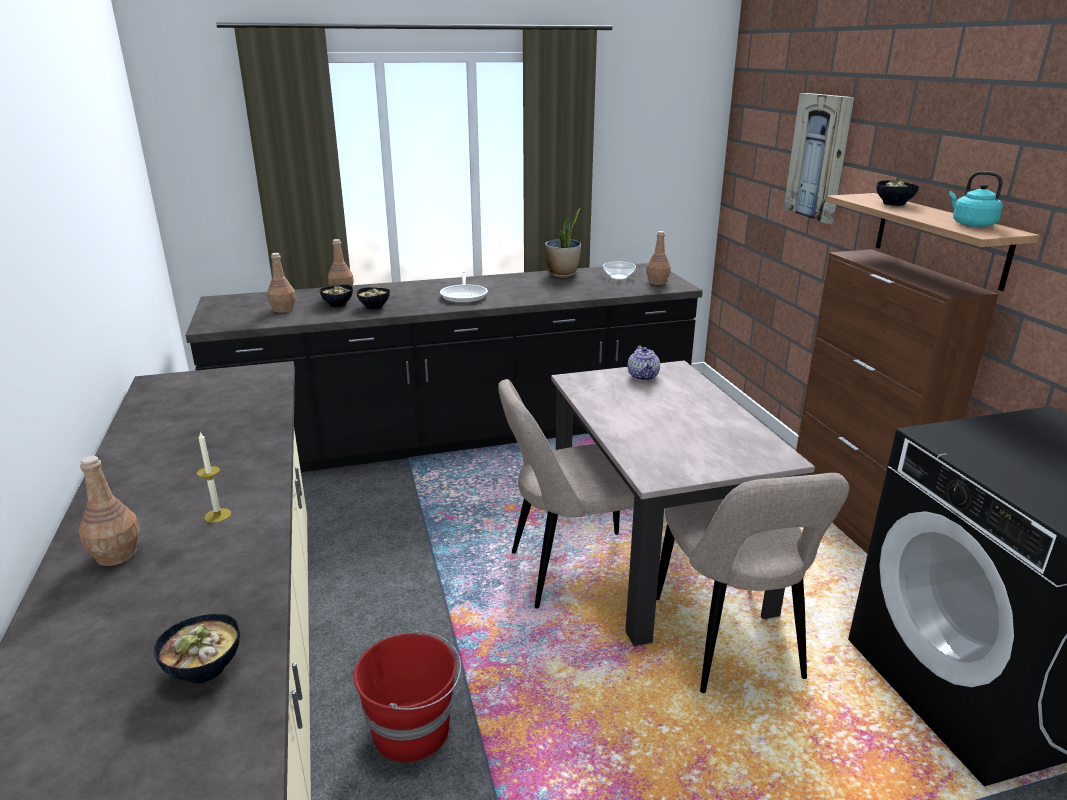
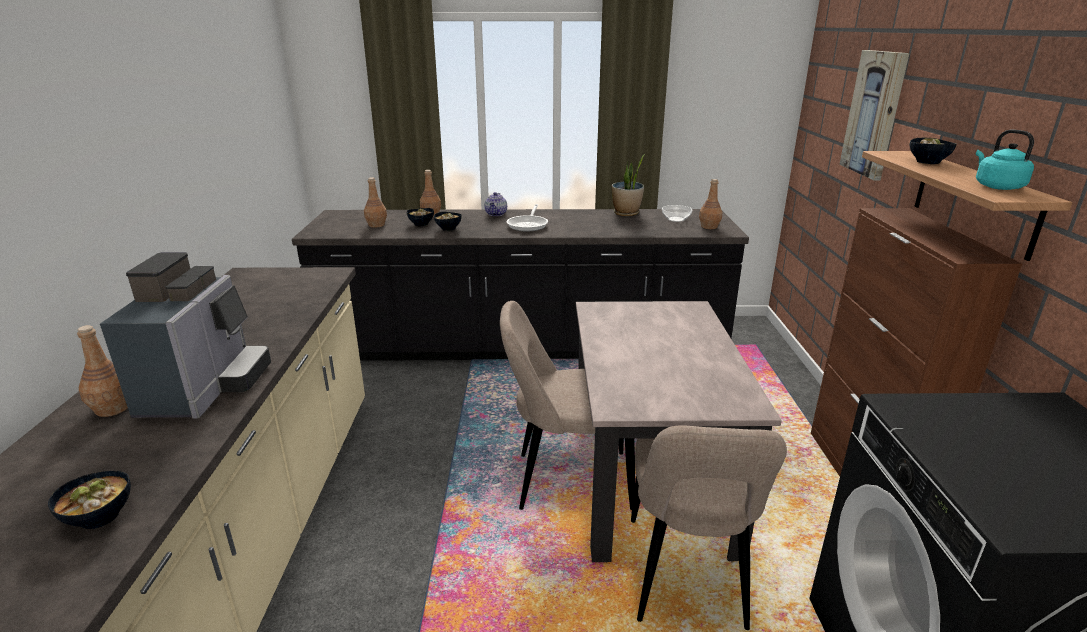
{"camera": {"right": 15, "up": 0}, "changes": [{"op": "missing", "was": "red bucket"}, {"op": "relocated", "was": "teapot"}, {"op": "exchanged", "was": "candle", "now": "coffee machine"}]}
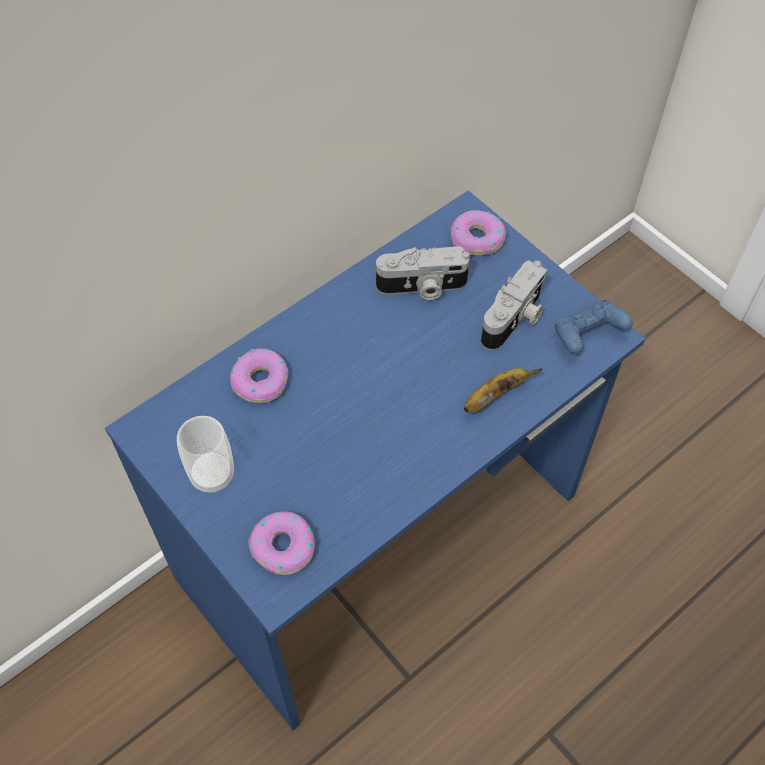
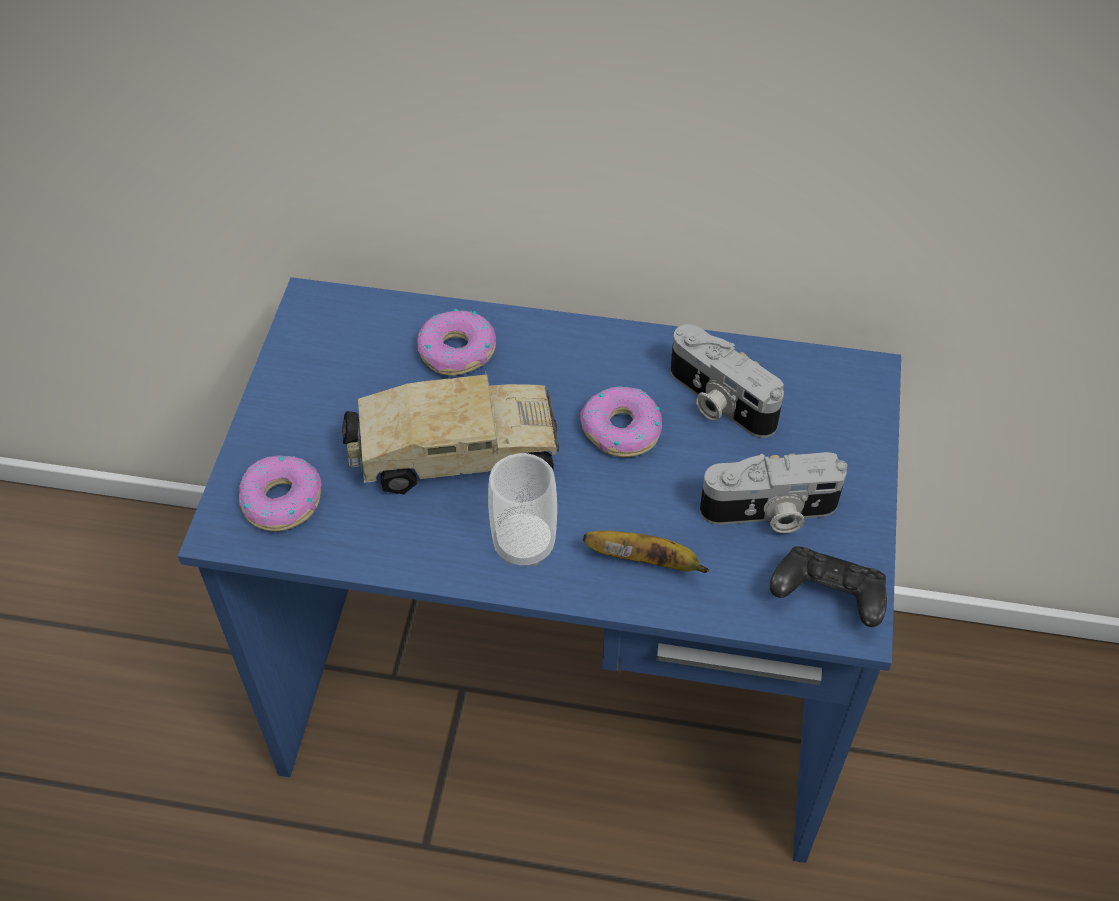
{"camera": {"right": 50, "up": -5}, "changes": [{"op": "appeared", "now": "toy truck"}, {"op": "relocated", "was": "cup"}, {"op": "relocated", "was": "donut (no. 3 from left)"}, {"op": "colour", "was": "blue game controller", "now": "black game controller"}]}
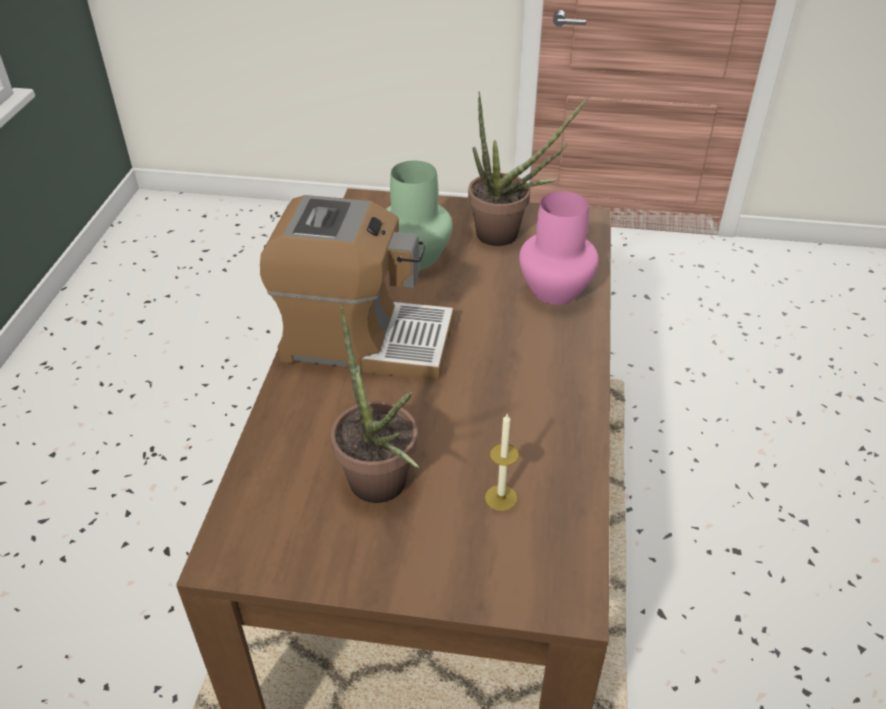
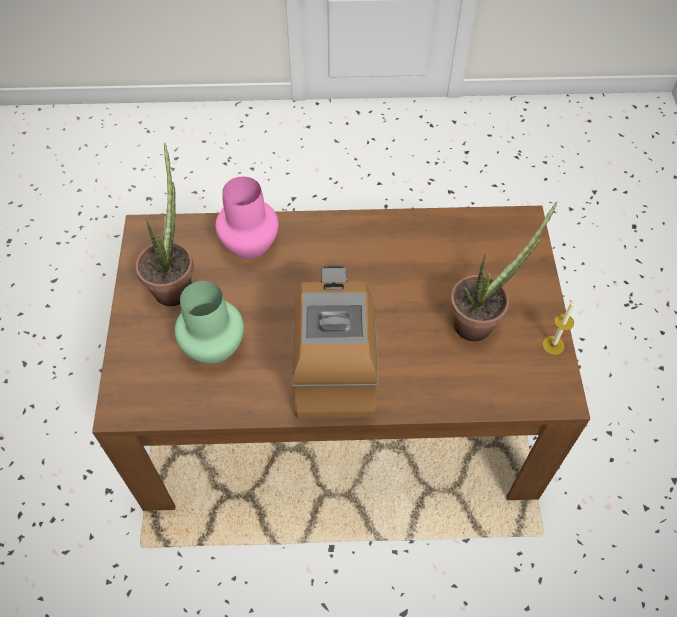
{"camera": {"right": -100, "up": 15}, "changes": [{"op": "relocated", "was": "candle"}]}
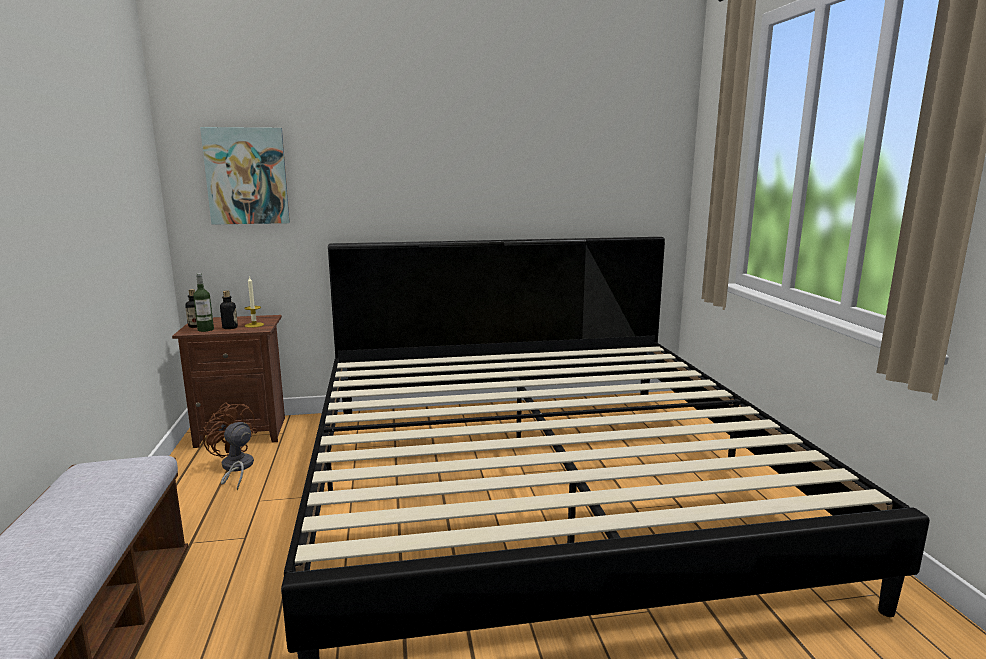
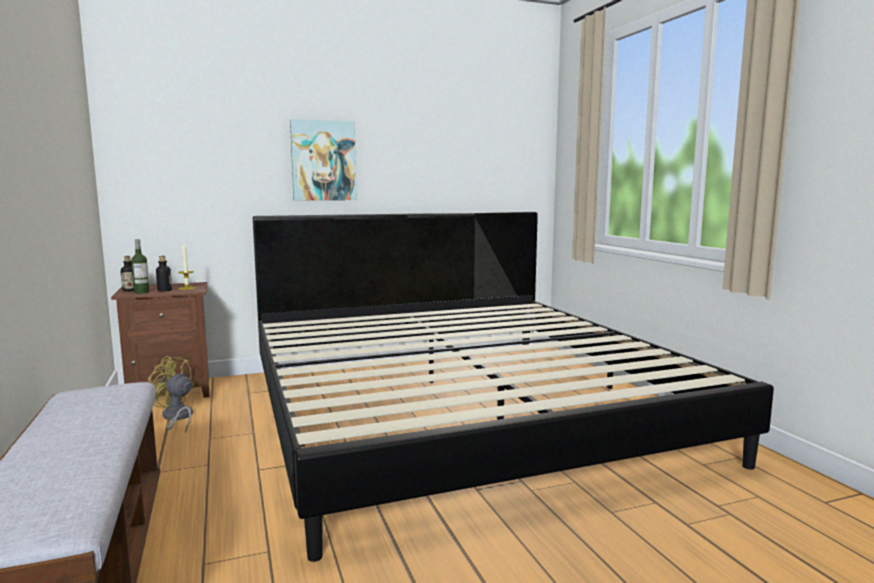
{"camera": {"right": -10, "up": -5}, "changes": [{"op": "relocated", "was": "picture"}, {"op": "colour", "was": "brown fan", "now": "yellow fan"}]}
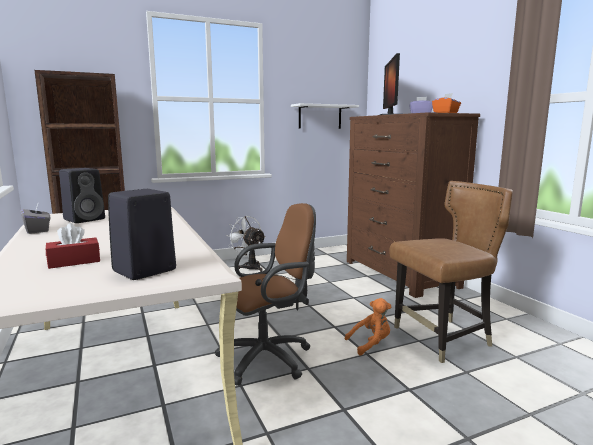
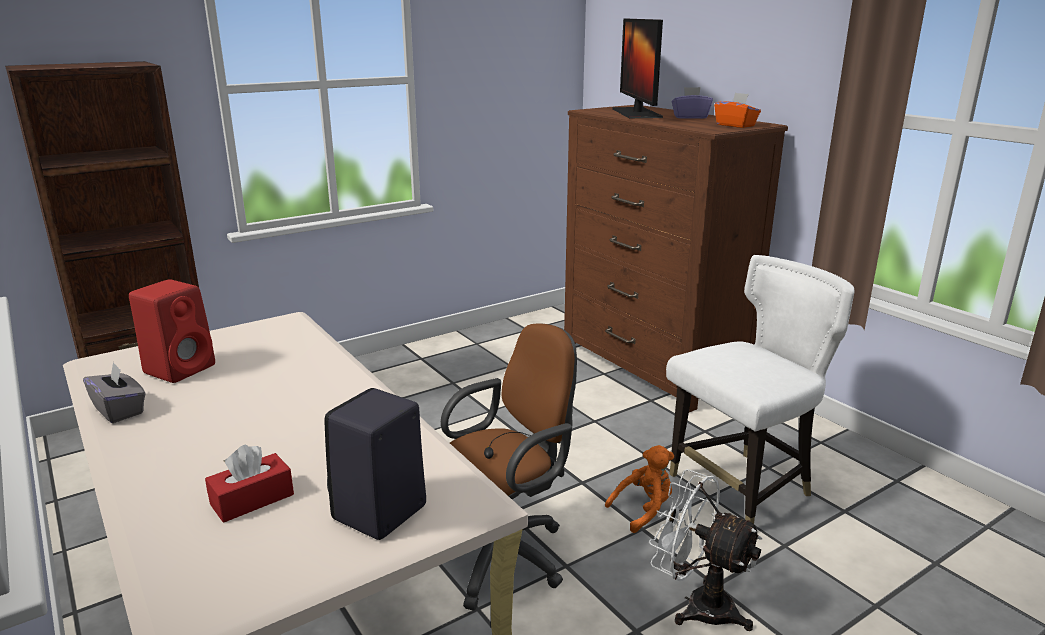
{"camera": {"right": -10, "up": 10}, "changes": [{"op": "missing", "was": "white shelf"}, {"op": "relocated", "was": "white fan"}, {"op": "colour", "was": "black speaker (no. 1 from left)", "now": "red speaker"}, {"op": "colour", "was": "brown chair", "now": "white chair"}]}
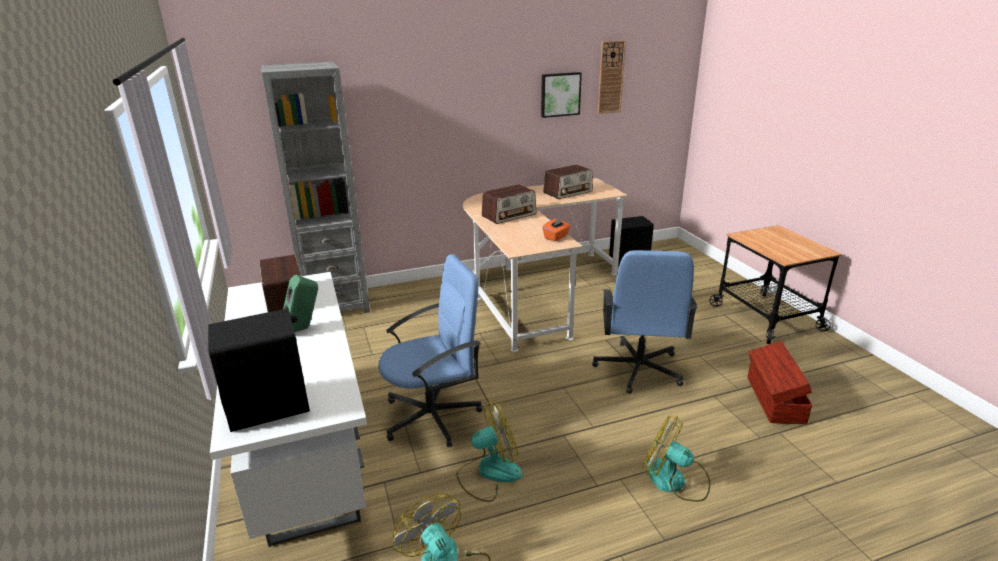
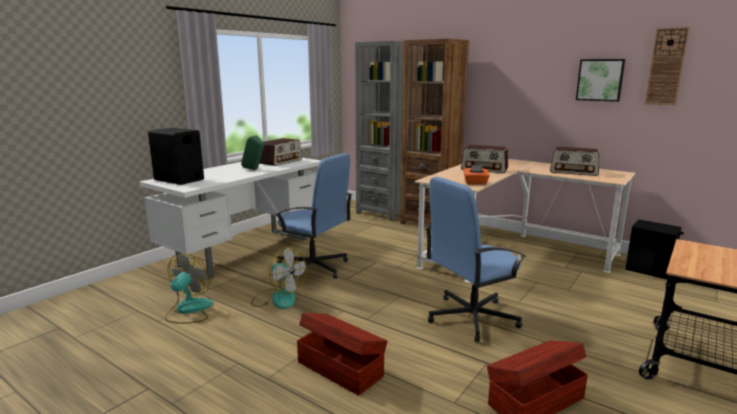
{"camera": {"right": 55, "up": -10}, "changes": [{"op": "appeared", "now": "brown bookcase"}, {"op": "exchanged", "was": "fan (no. 3 from left)", "now": "brown storage box (no. 1 from left)"}]}
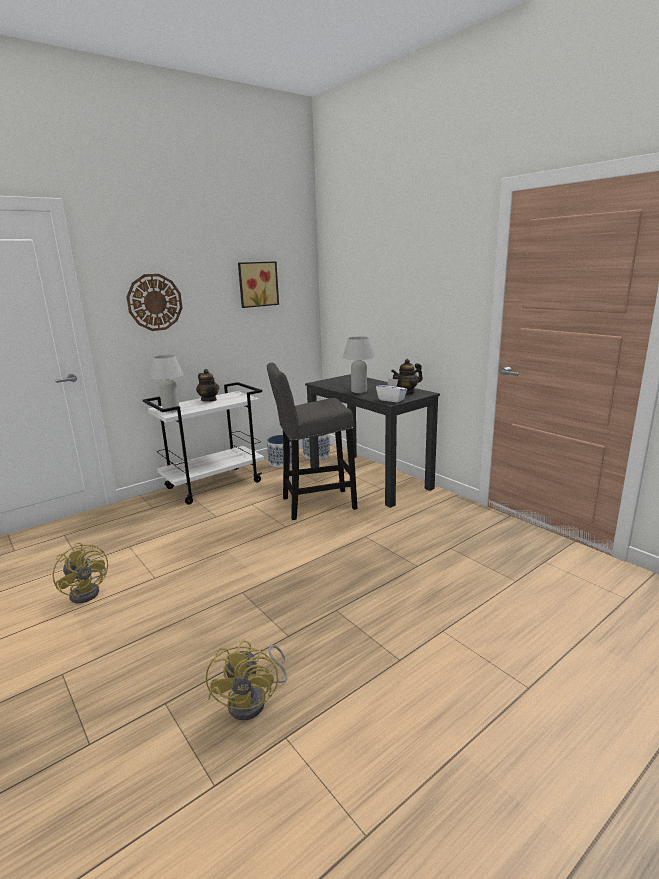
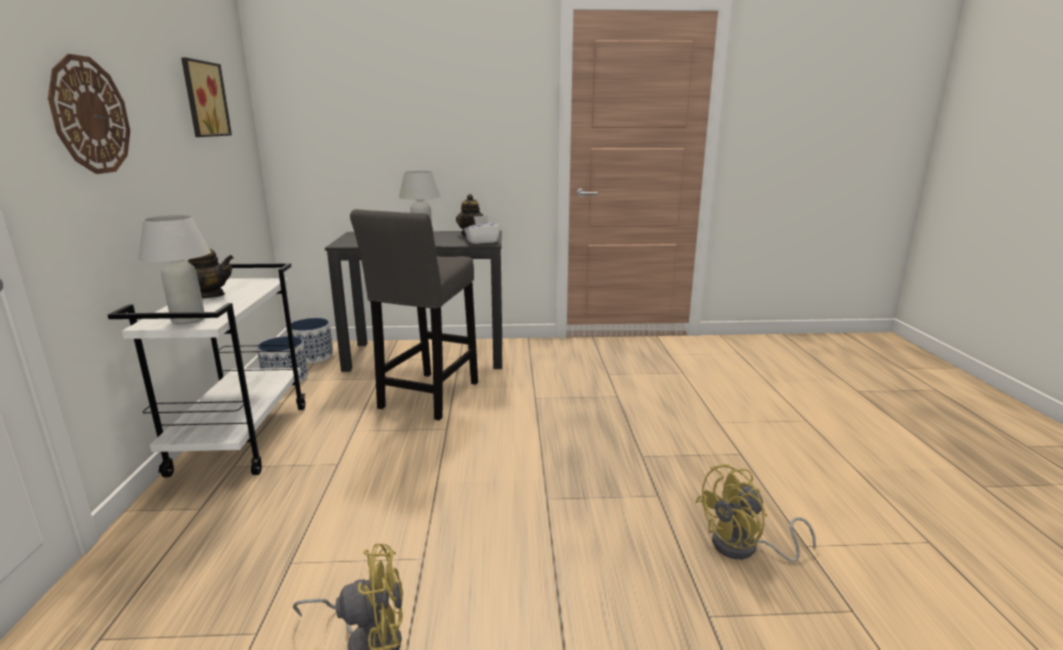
{"camera": {"right": -55, "up": 0}, "changes": [{"op": "spun", "was": "yellow fan (no. 2 from left)", "clockwise": 120}]}
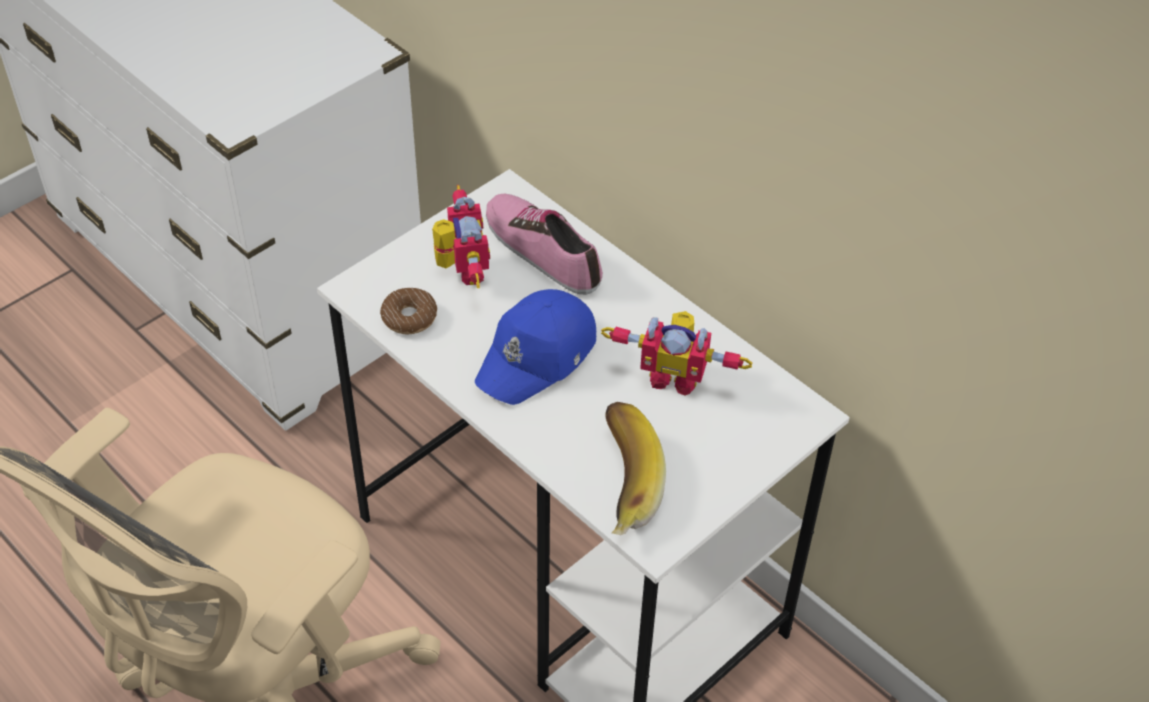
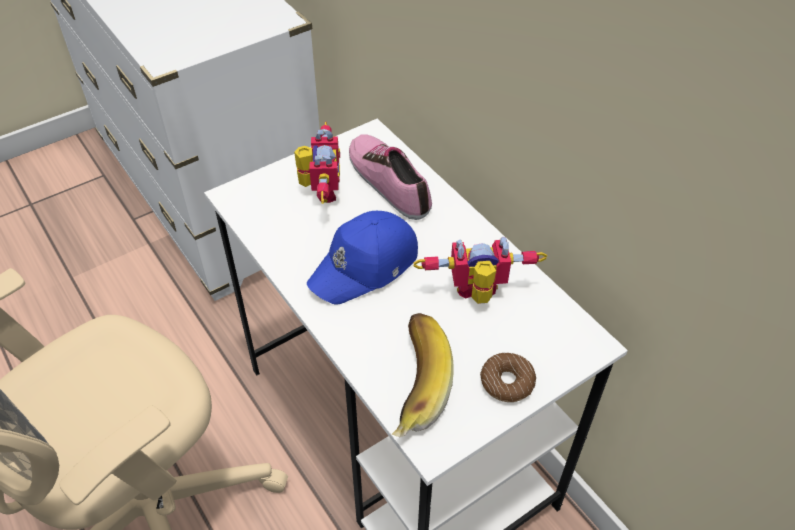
{"camera": {"right": 10, "up": 0}, "changes": [{"op": "relocated", "was": "donut"}, {"op": "spun", "was": "toy robot (no. 2 from left)", "clockwise": 150}]}
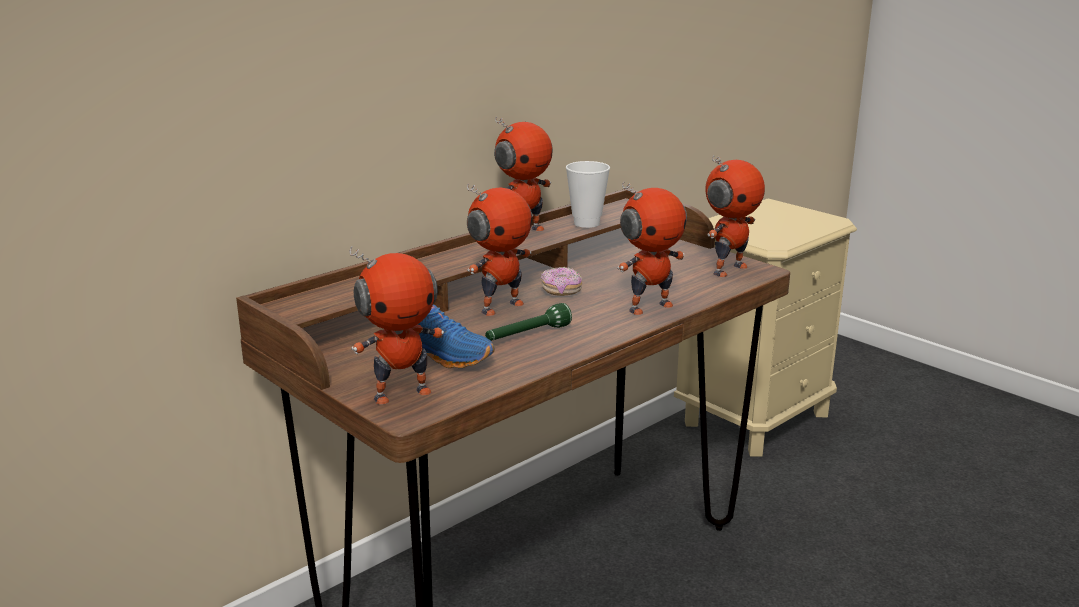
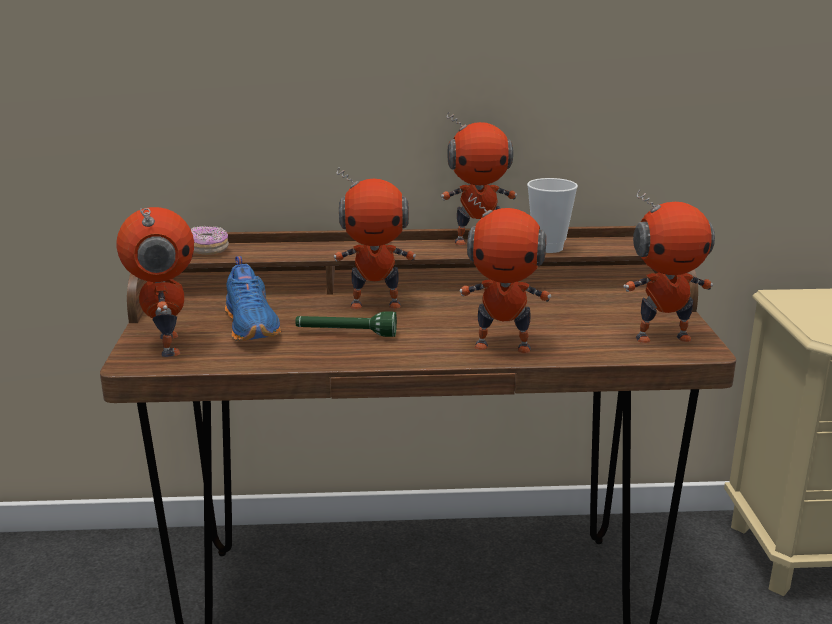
{"camera": {"right": 40, "up": 0}, "changes": [{"op": "relocated", "was": "donut"}, {"op": "spun", "was": "toy robot (no. 1 from left)", "clockwise": -120}]}
